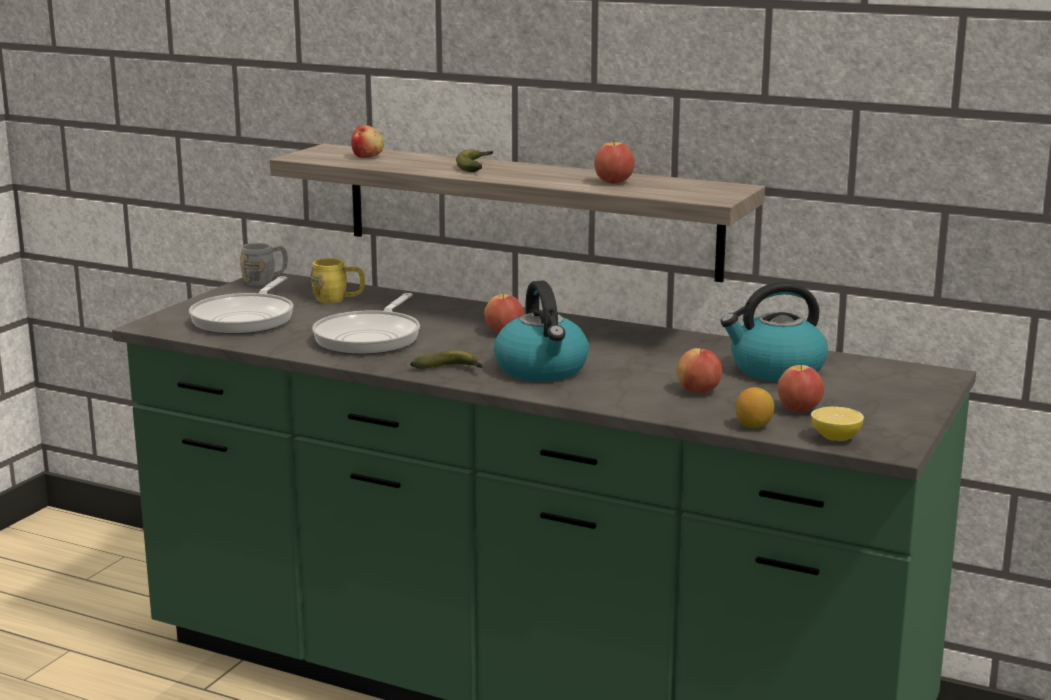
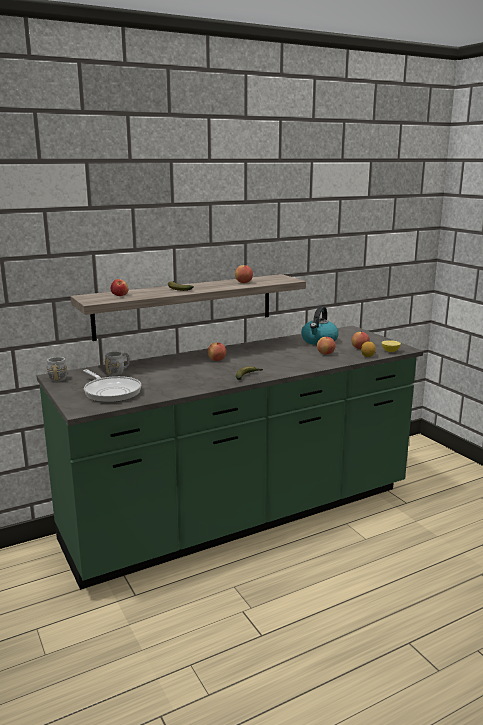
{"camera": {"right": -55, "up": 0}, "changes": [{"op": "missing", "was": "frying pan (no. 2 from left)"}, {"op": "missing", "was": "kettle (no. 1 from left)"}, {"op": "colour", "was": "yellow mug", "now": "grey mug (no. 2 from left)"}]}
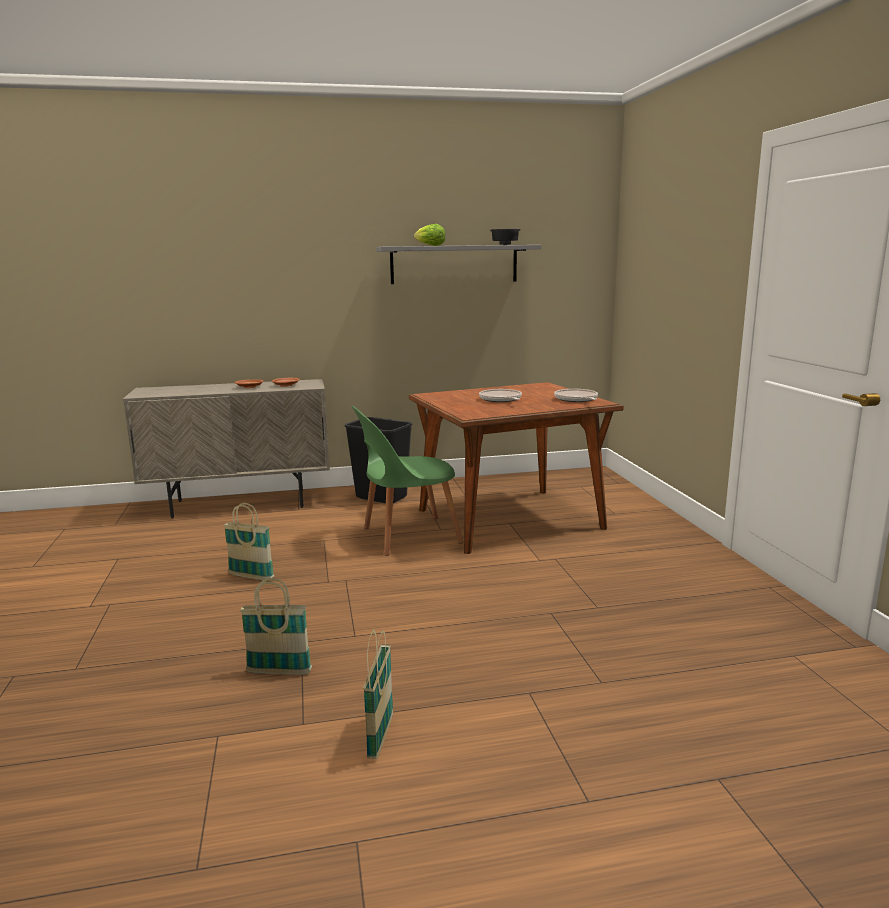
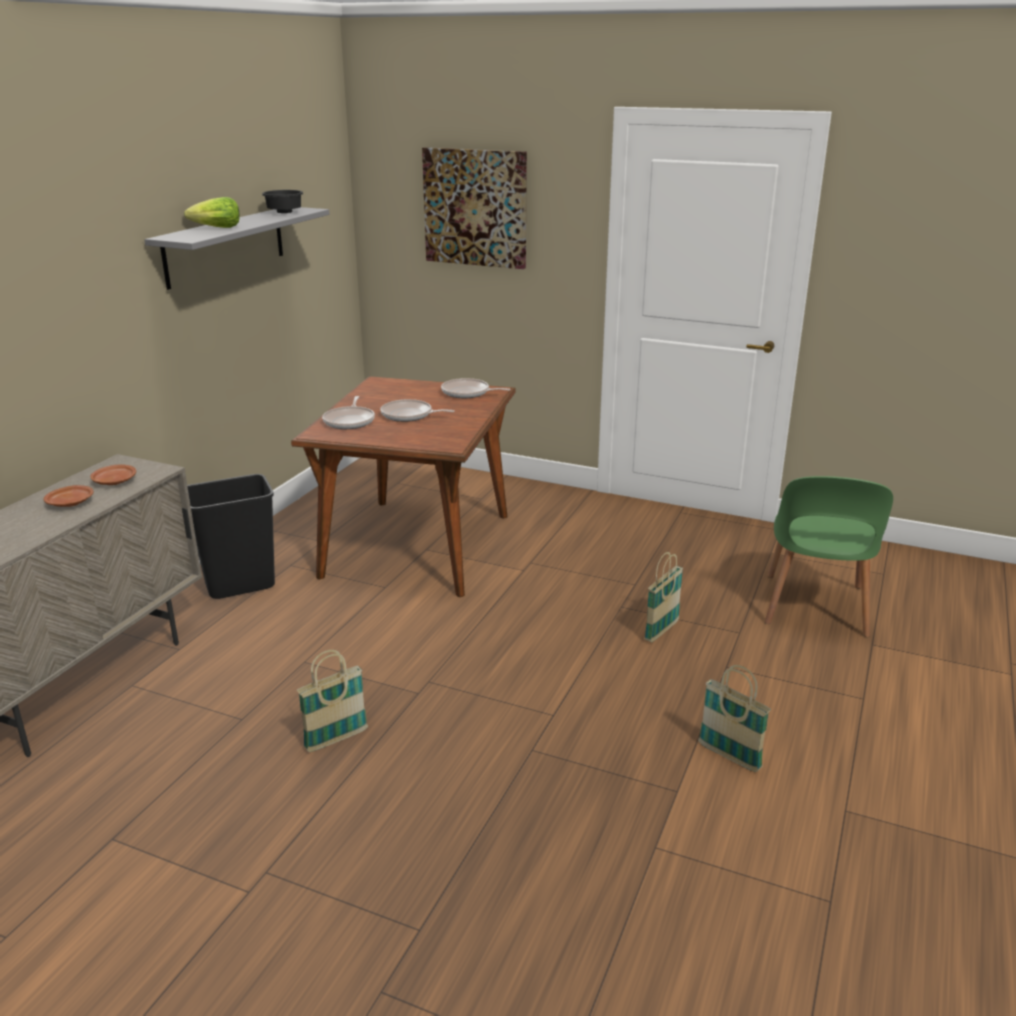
{"camera": {"right": -55, "up": 10}, "changes": [{"op": "appeared", "now": "frying pan (no. 1 from left)"}, {"op": "appeared", "now": "picture"}, {"op": "relocated", "was": "basket (no. 2 from left)"}, {"op": "relocated", "was": "green chair"}]}
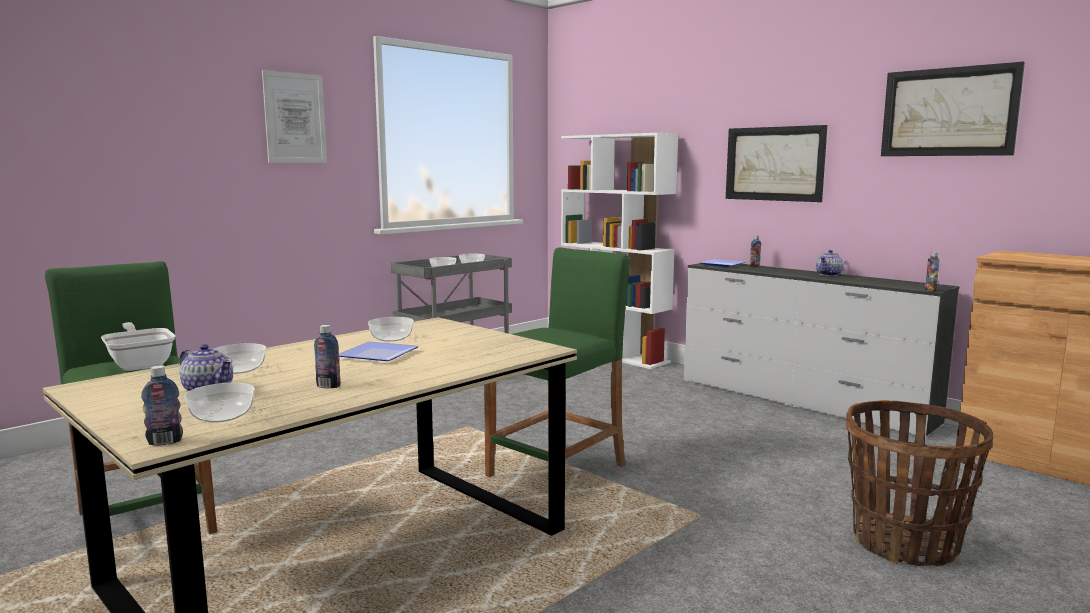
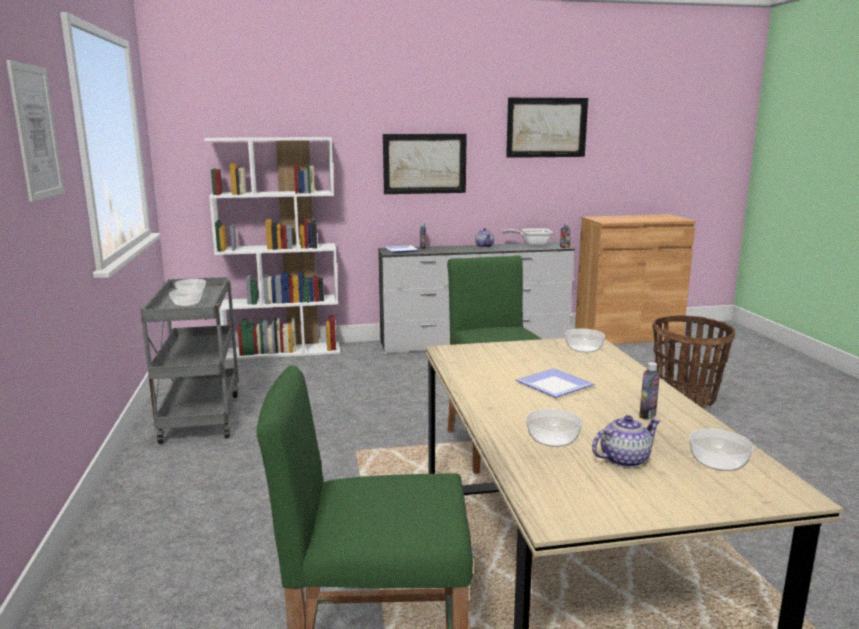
{"camera": {"right": -55, "up": 5}, "changes": [{"op": "missing", "was": "bottle (no. 1 from left)"}, {"op": "relocated", "was": "frying pan"}, {"op": "relocated", "was": "bowl (no. 3 from left in the first image)", "now": "bowl (no. 4 from left)"}]}
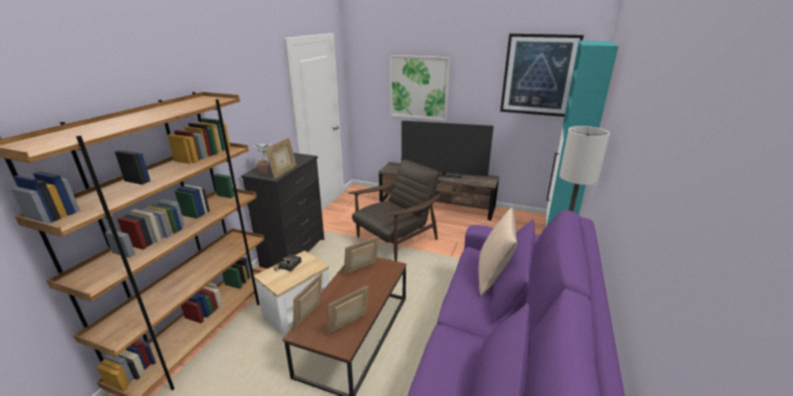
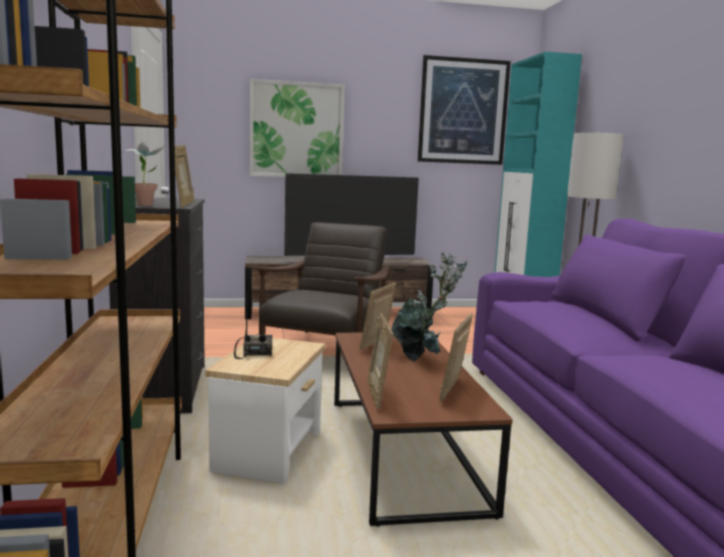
{"camera": {"right": -30, "up": -15}, "changes": [{"op": "missing", "was": "beige pillow"}, {"op": "appeared", "now": "potted plant (no. 2 from left)"}]}
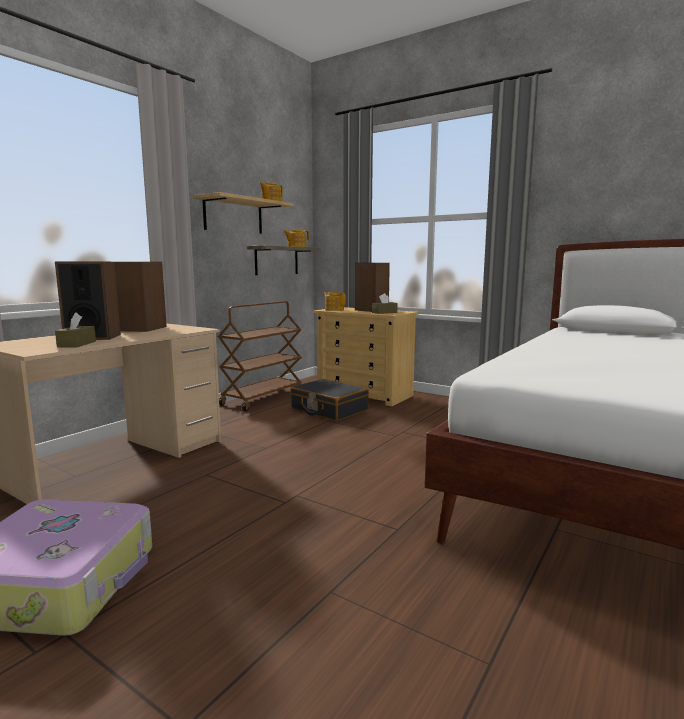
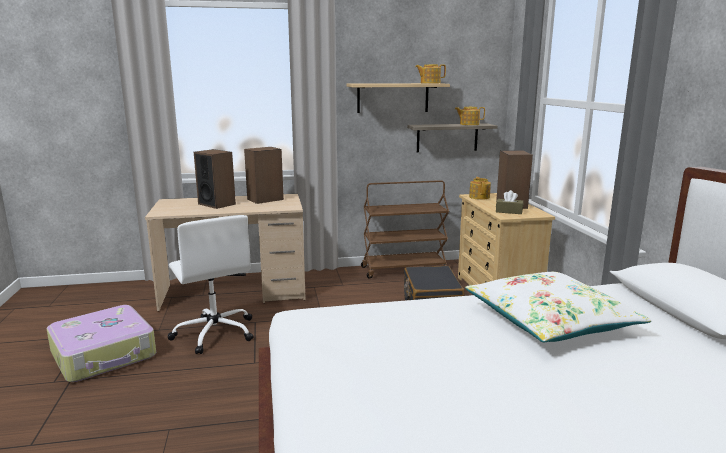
{"camera": {"right": 45, "up": 5}, "changes": [{"op": "missing", "was": "brown tissue box (no. 1 from left)"}, {"op": "appeared", "now": "white office chair"}, {"op": "appeared", "now": "white pillow"}]}
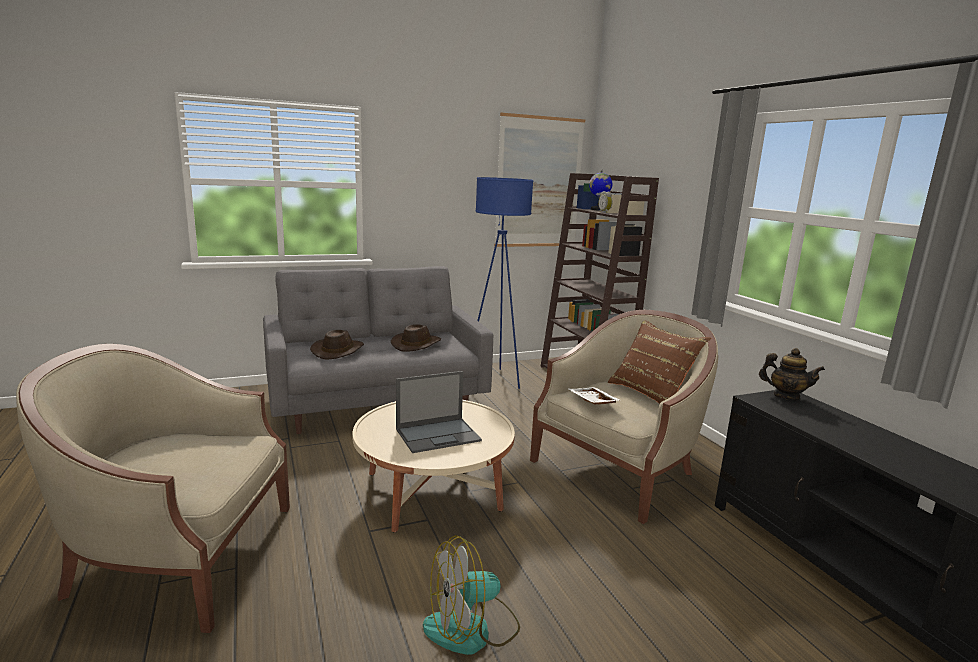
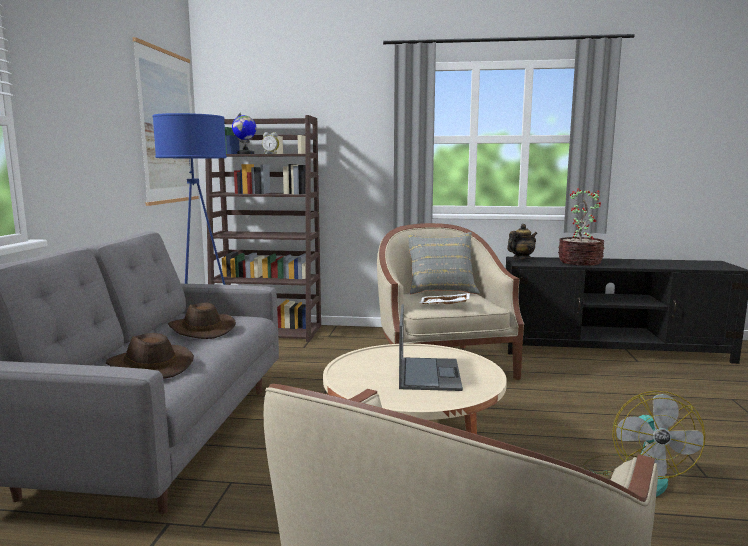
{"camera": {"right": -60, "up": -5}, "changes": [{"op": "appeared", "now": "potted plant"}, {"op": "colour", "was": "brown pillow", "now": "grey pillow"}]}
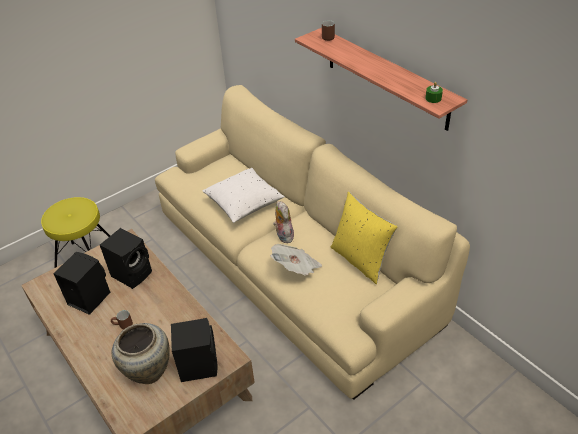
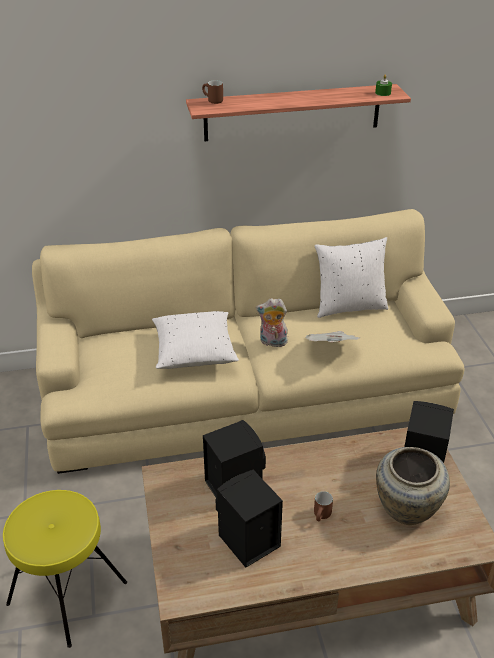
{"camera": {"right": -65, "up": -5}, "changes": [{"op": "colour", "was": "yellow pillow", "now": "white pillow (no. 2 from left)"}]}
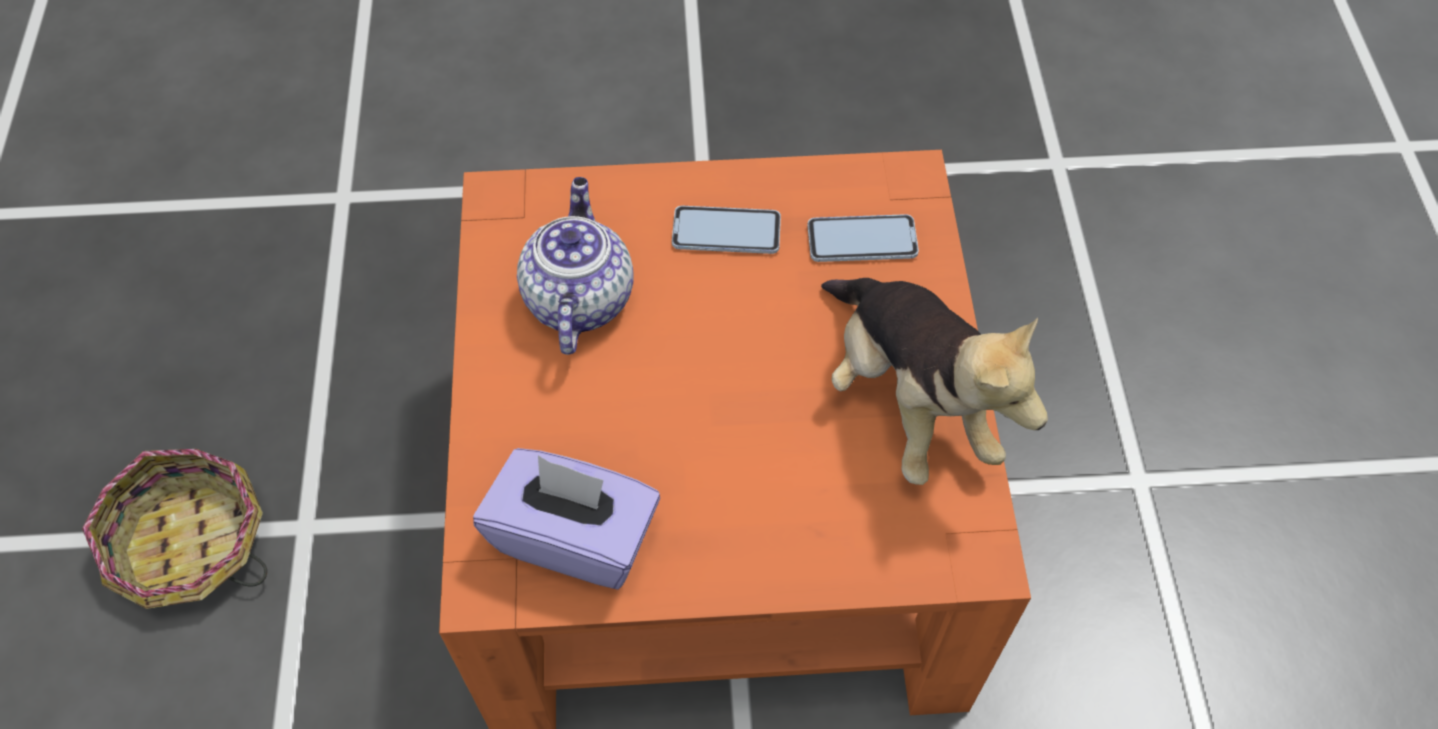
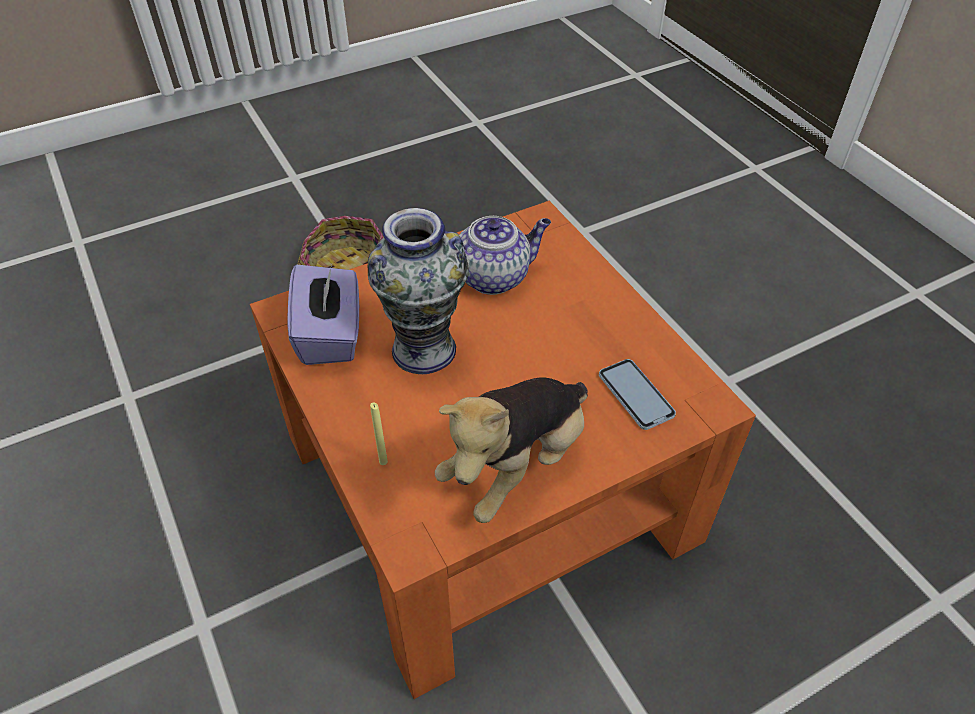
{"camera": {"right": 65, "up": -10}, "changes": [{"op": "missing", "was": "phone (no. 1 from left)"}, {"op": "appeared", "now": "vase"}, {"op": "appeared", "now": "yellow candle"}]}
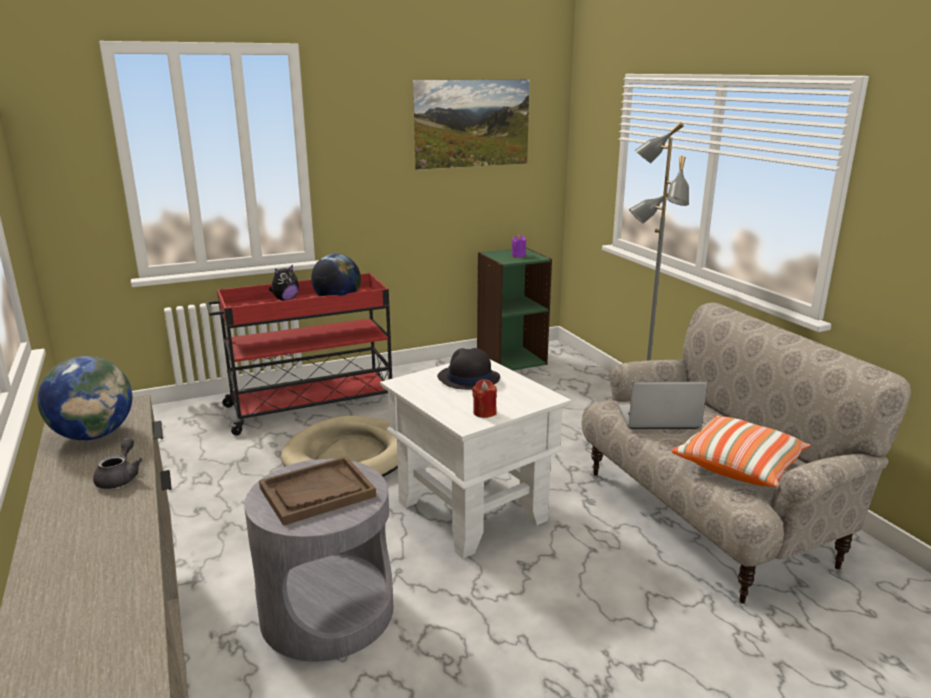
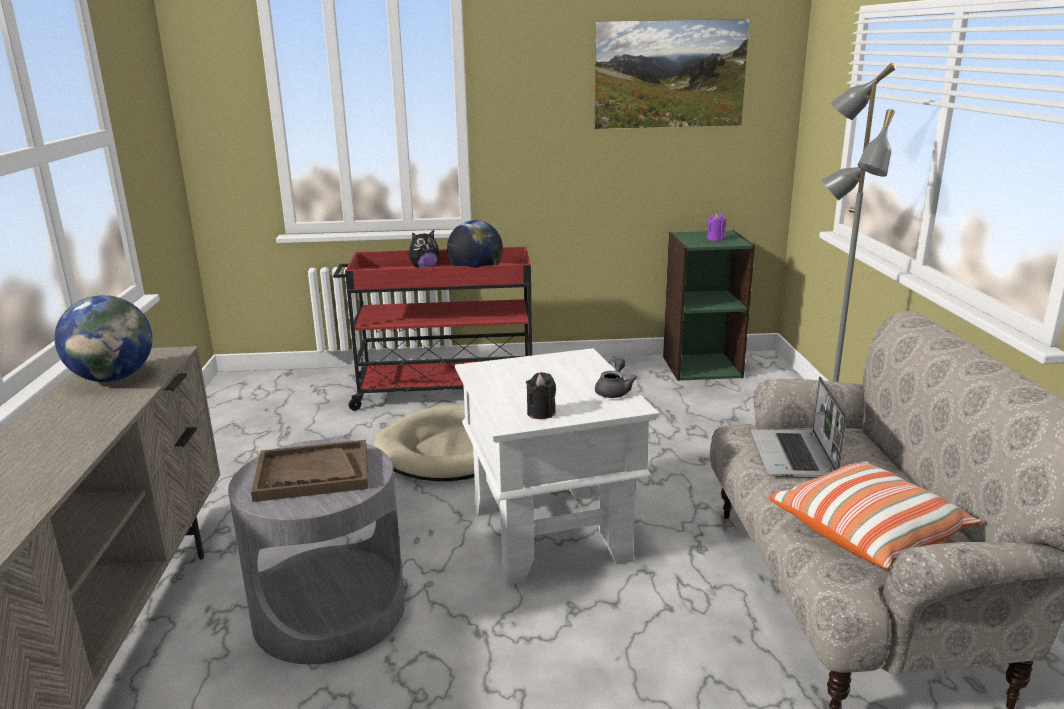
{"camera": {"right": 20, "up": 0}, "changes": [{"op": "missing", "was": "black hat"}, {"op": "relocated", "was": "grey teapot"}, {"op": "colour", "was": "red candle", "now": "black candle"}, {"op": "spun", "was": "laptop", "clockwise": -105}]}
